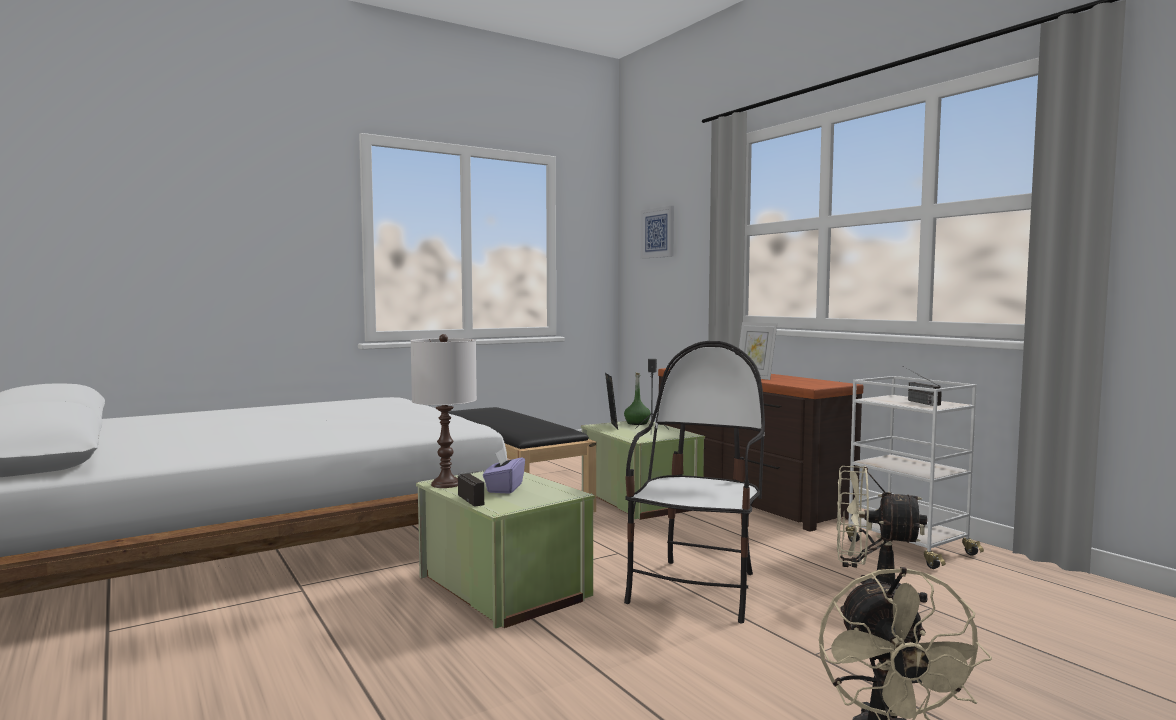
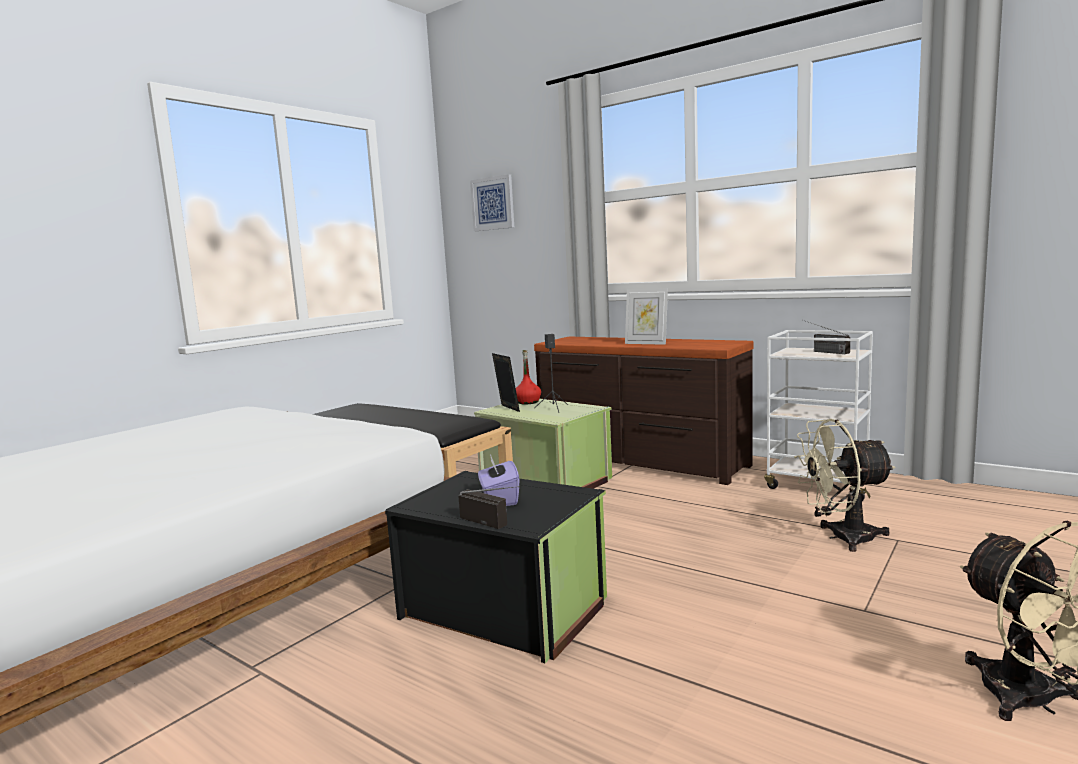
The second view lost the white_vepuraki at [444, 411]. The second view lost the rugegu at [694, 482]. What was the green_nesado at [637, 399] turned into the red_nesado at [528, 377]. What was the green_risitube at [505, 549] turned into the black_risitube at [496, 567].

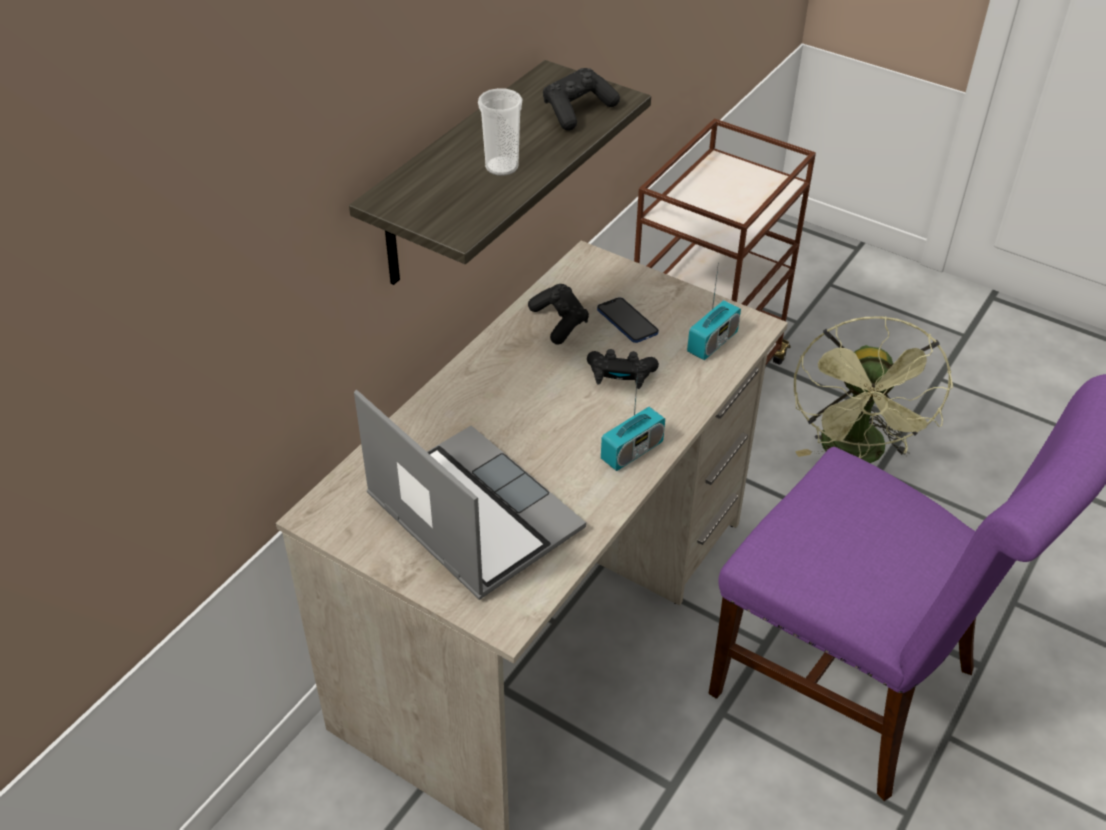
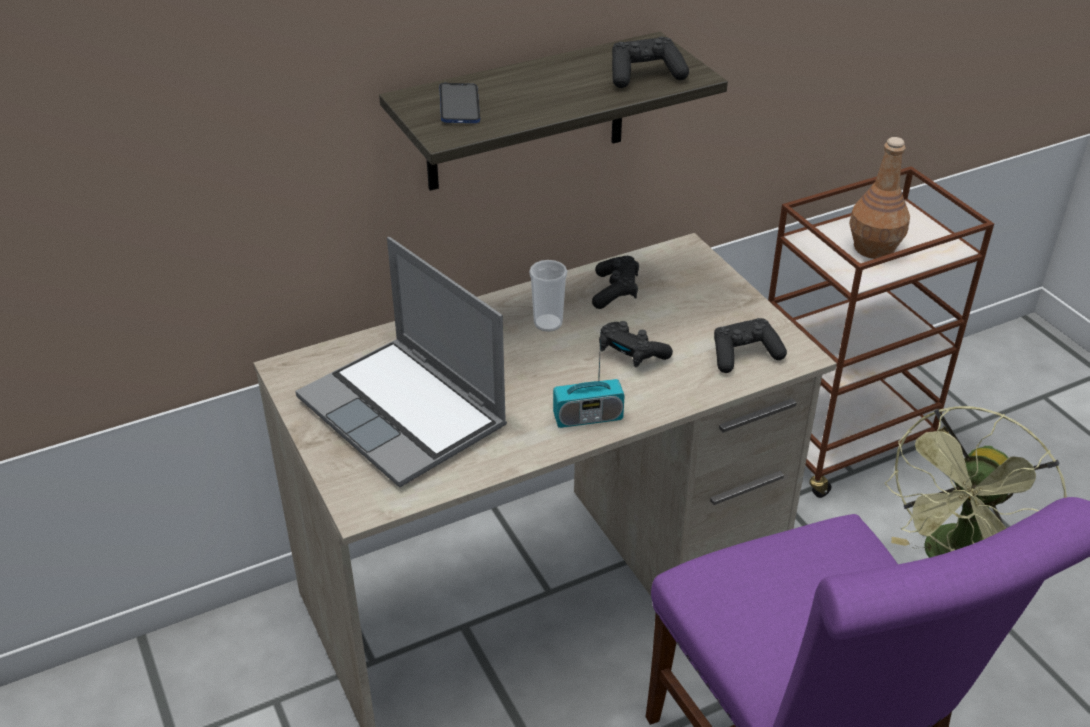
The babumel ended up elsewhere, having gone from [500, 132] to [548, 296]. Where the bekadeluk stood at [714, 310], the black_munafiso came to stand at [750, 345]. The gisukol ended up elsewhere, having gone from [628, 320] to [460, 103]. The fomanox at [470, 495] ended up facing another way, 150 degrees clockwise from before. The second view gained the brown_nesado at [879, 198].

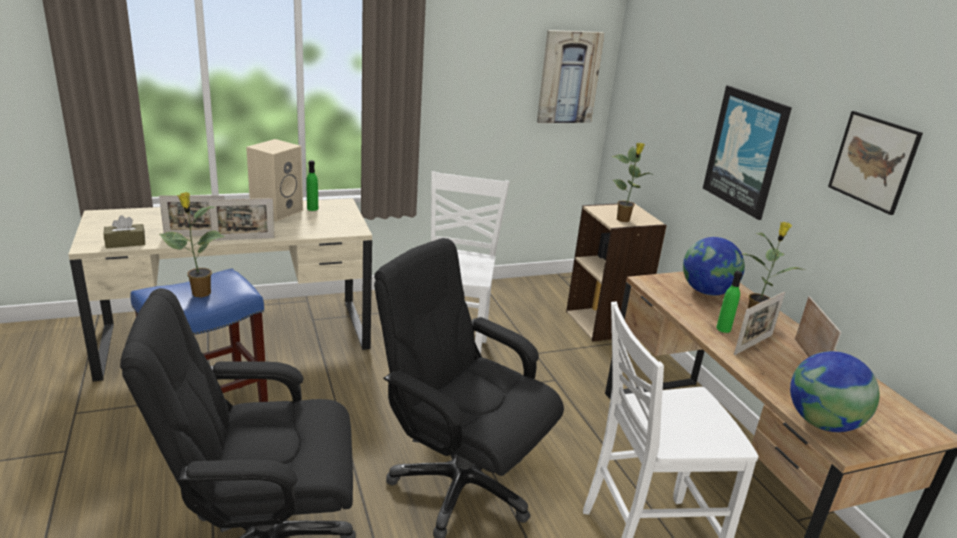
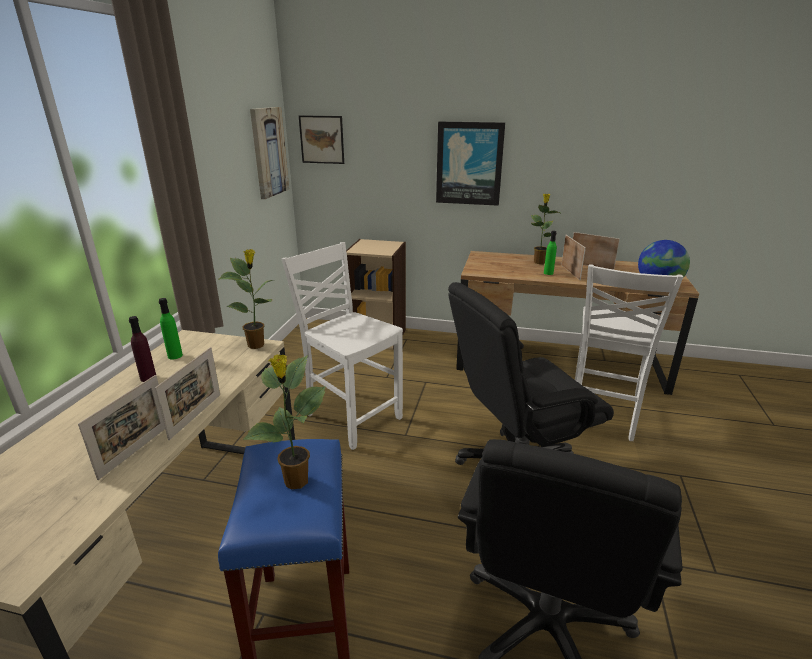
The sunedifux ended up elsewhere, having gone from [875, 163] to [321, 139]. Where the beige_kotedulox stood at [274, 180], the purple_nesado came to stand at [142, 349]. The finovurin ended up elsewhere, having gone from [633, 182] to [246, 299]. The second view lost the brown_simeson at [124, 231]. The second view lost the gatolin at [714, 266].

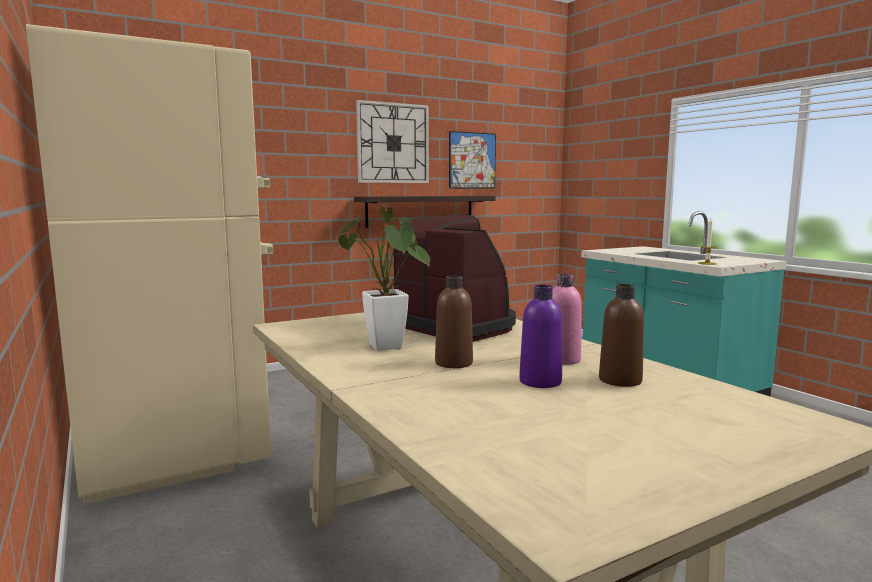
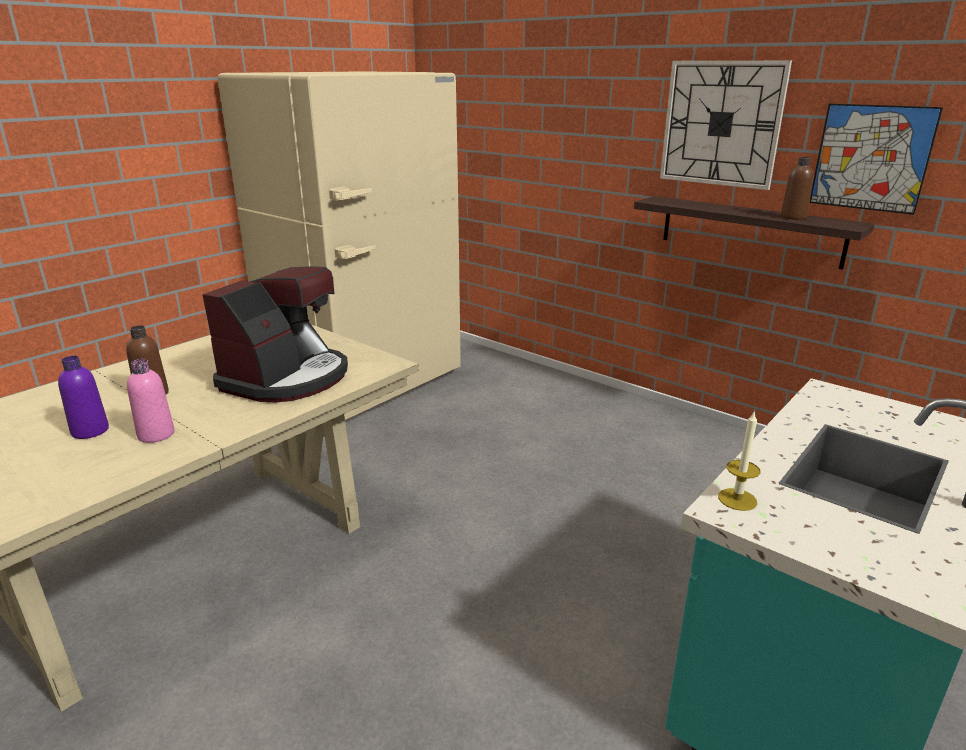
The second view lost the finovurin at [383, 279]. The brown_nesado ended up elsewhere, having gone from [621, 335] to [797, 188].

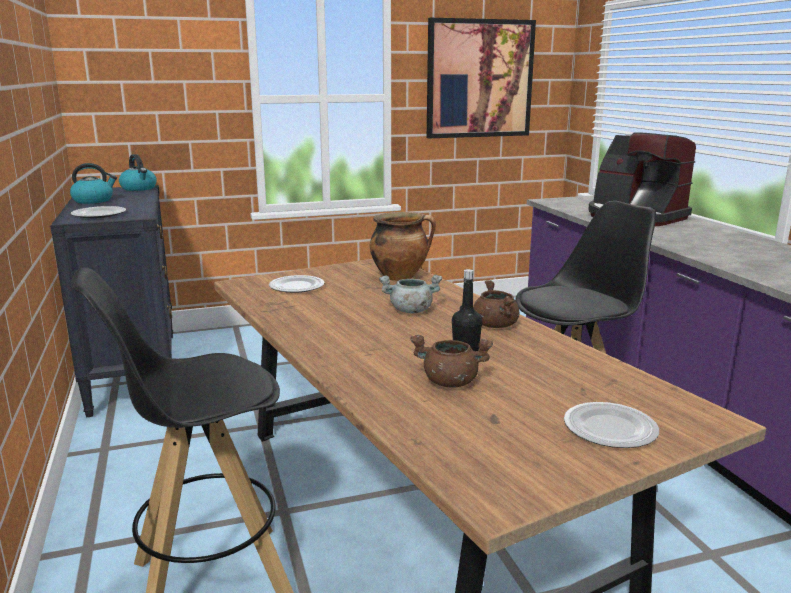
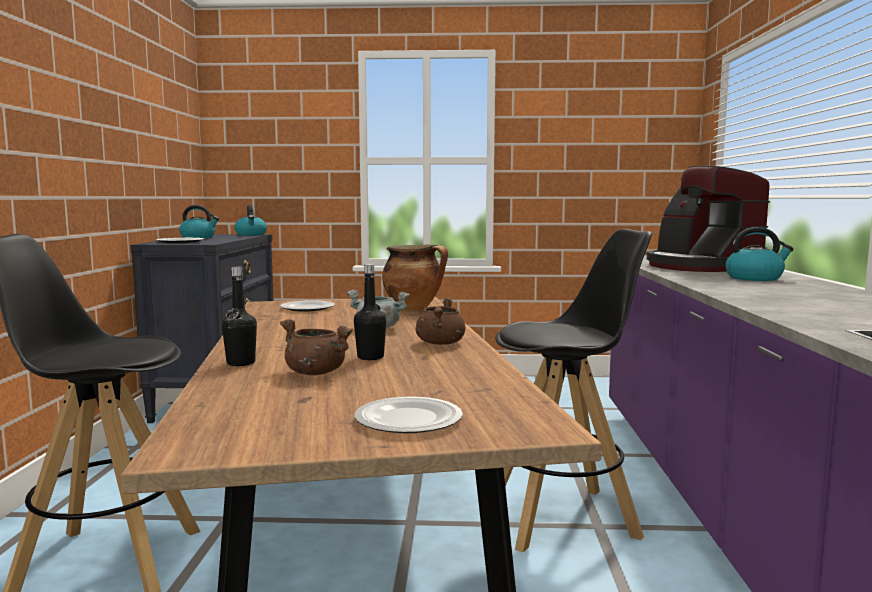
The second view lost the sunedifux at [481, 78]. The second view gained the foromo at [759, 254]. The second view gained the black_nesado at [239, 316].

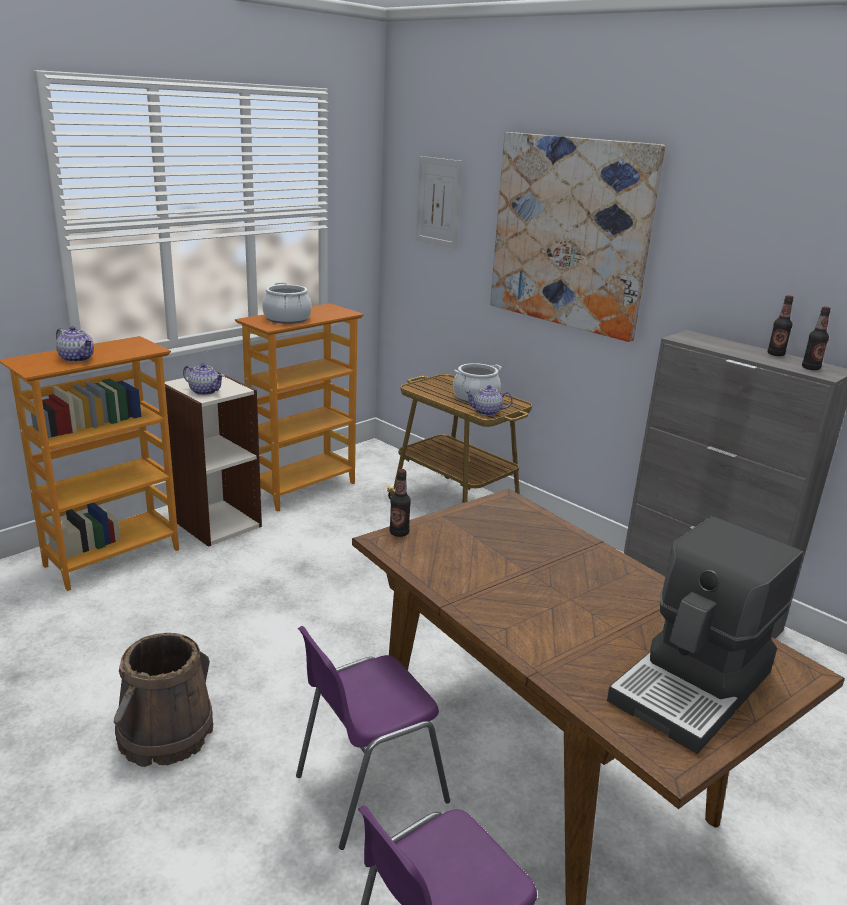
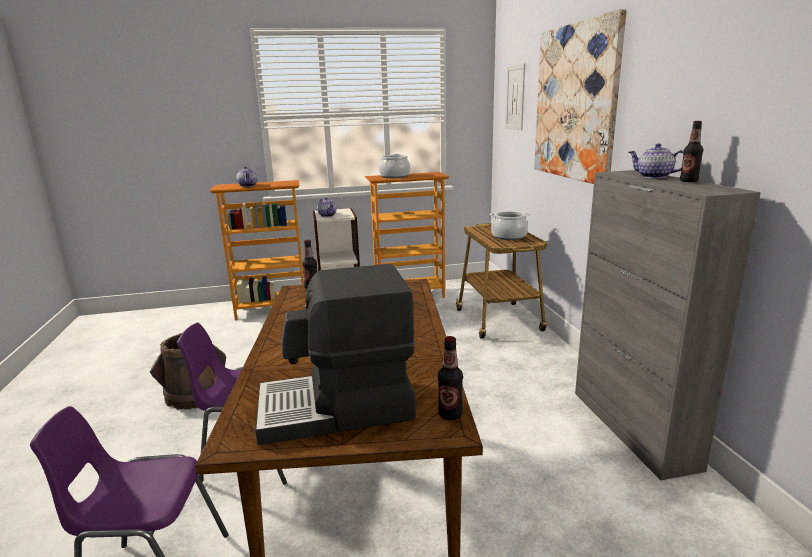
The nesado ended up elsewhere, having gone from [816, 338] to [450, 378]. The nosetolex ended up elsewhere, having gone from [489, 400] to [656, 160].

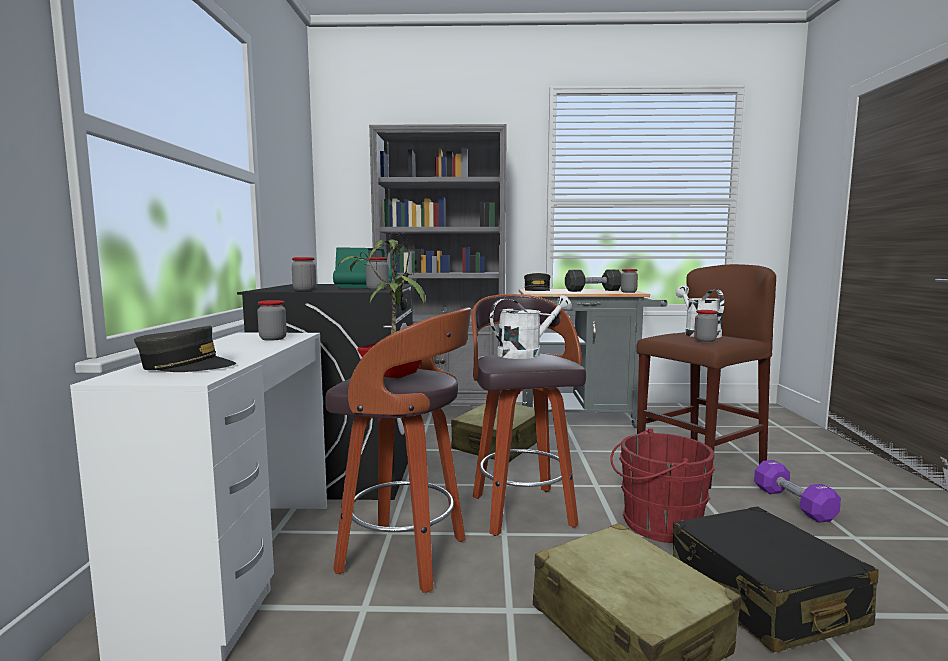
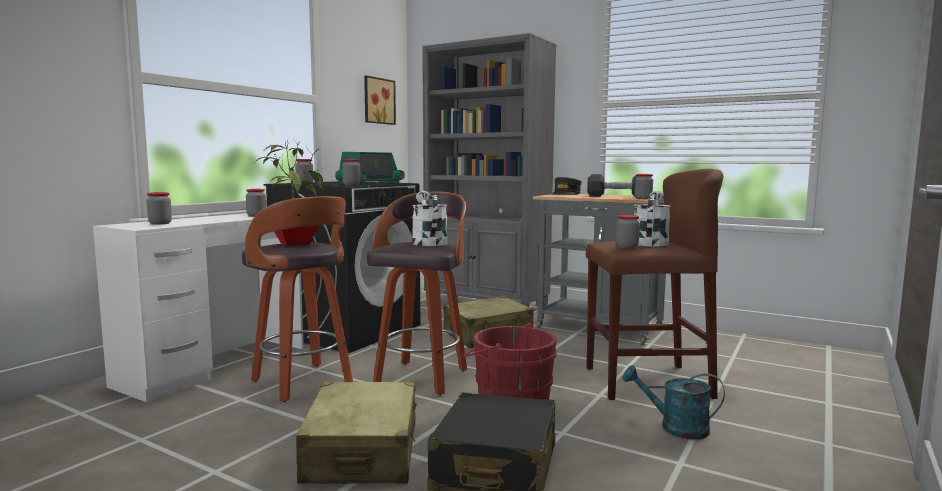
The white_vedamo at [531, 327] ended up facing another way, 105 degrees counterclockwise from before. Where the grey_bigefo stood at [185, 349], the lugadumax came to stand at [159, 208]. Where the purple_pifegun stood at [797, 491], the turquoise_vedamo came to stand at [673, 402]. The second view gained the sunedifux at [380, 100].

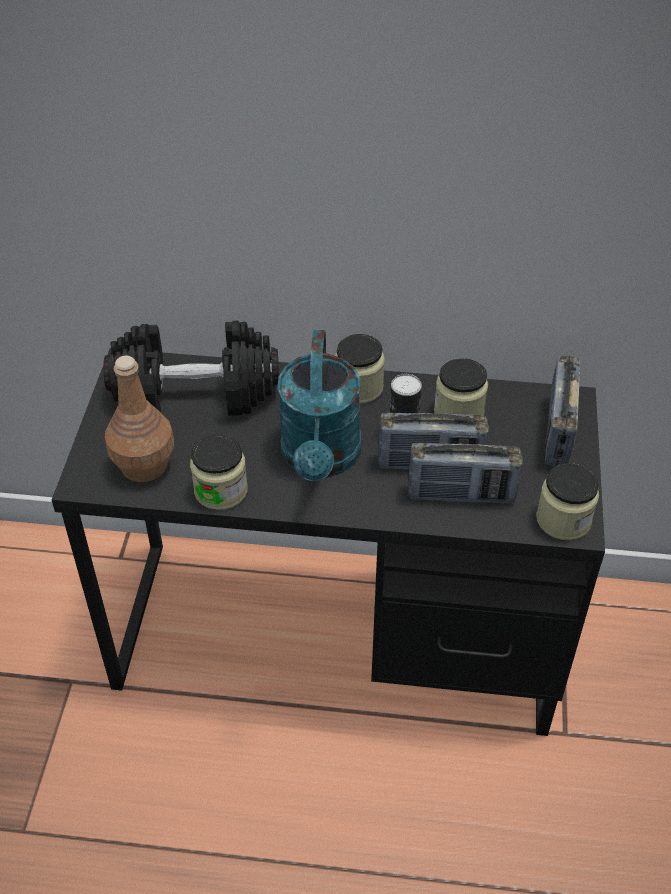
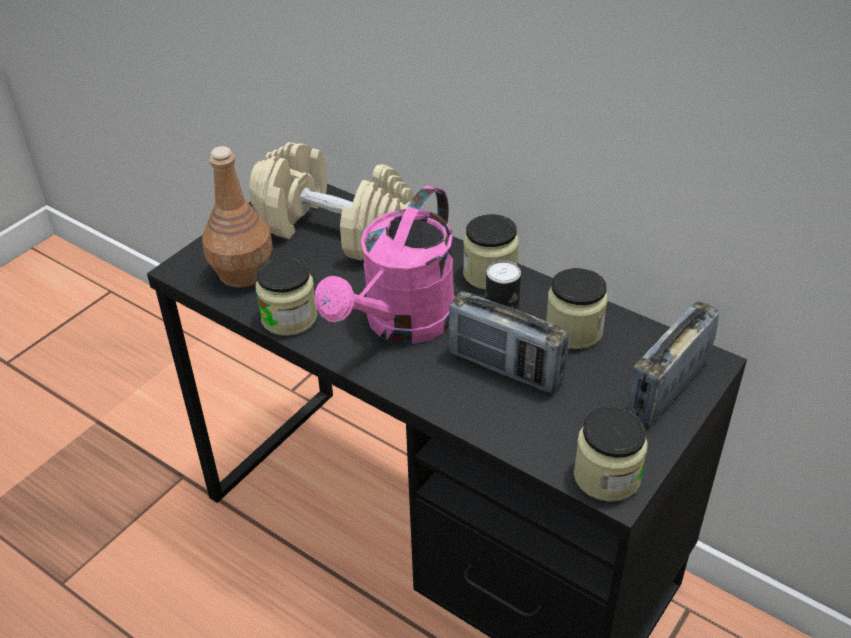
What was the black_pifegun at [191, 368] turned into the beige_pifegun at [332, 201]. What was the turquoise_vedamo at [319, 405] turned into the pink_vedamo at [385, 264]. The second view lost the bekadeluk at [465, 473].

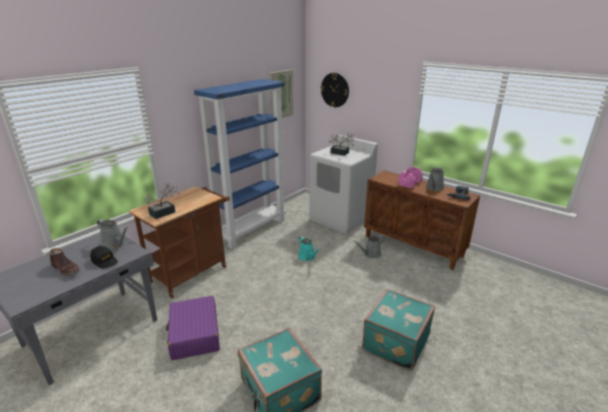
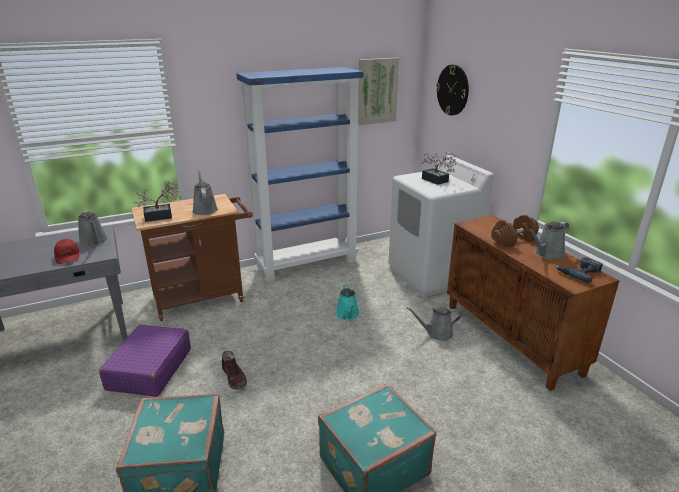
What was the pink_pifegun at [410, 177] turned into the brown_pifegun at [515, 231]. What was the black_bigefo at [104, 257] turned into the red_bigefo at [66, 251]. The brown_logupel ended up elsewhere, having gone from [64, 262] to [234, 370]. The second view gained the grey_vedamo at [205, 192].

